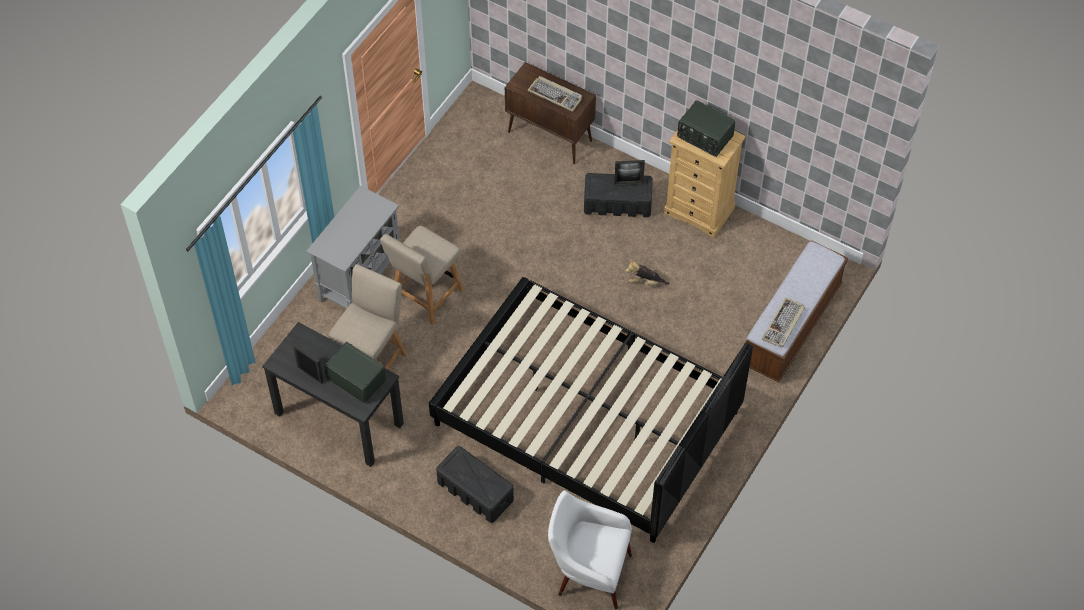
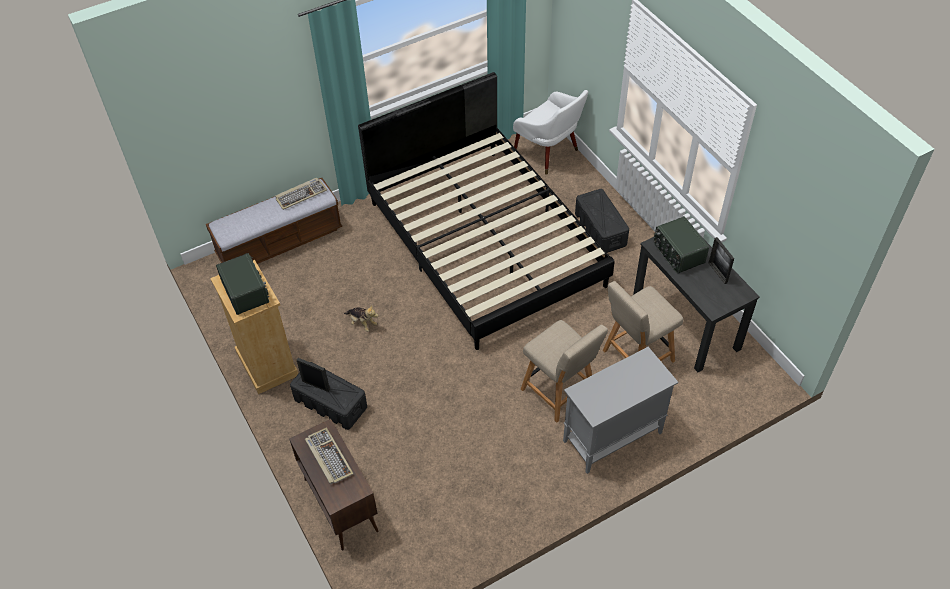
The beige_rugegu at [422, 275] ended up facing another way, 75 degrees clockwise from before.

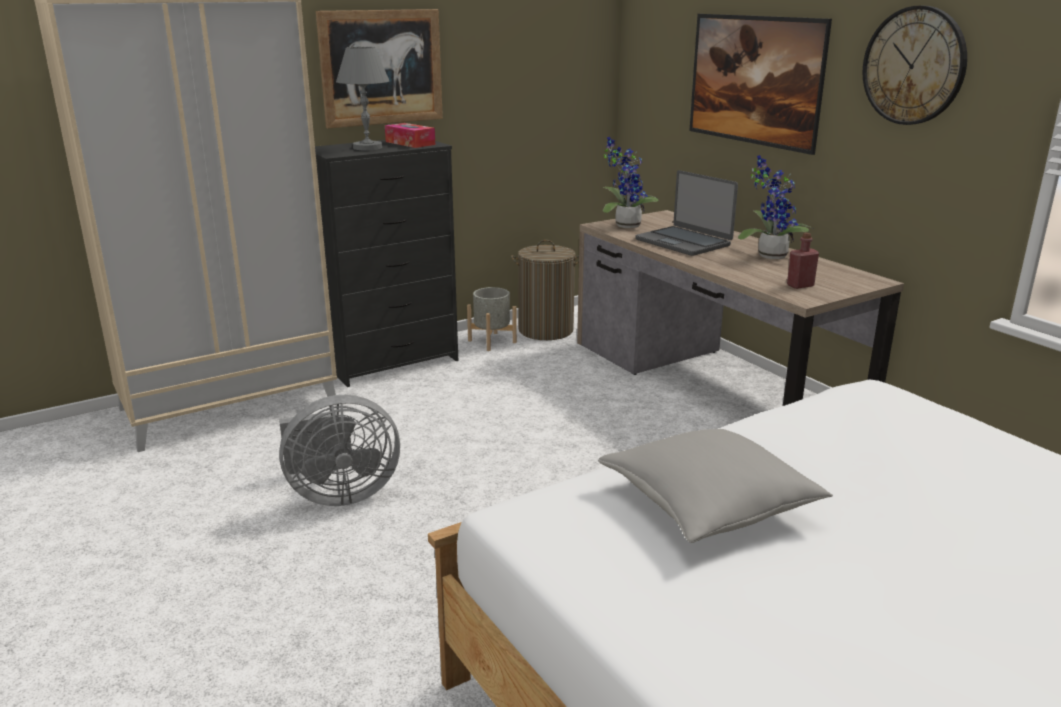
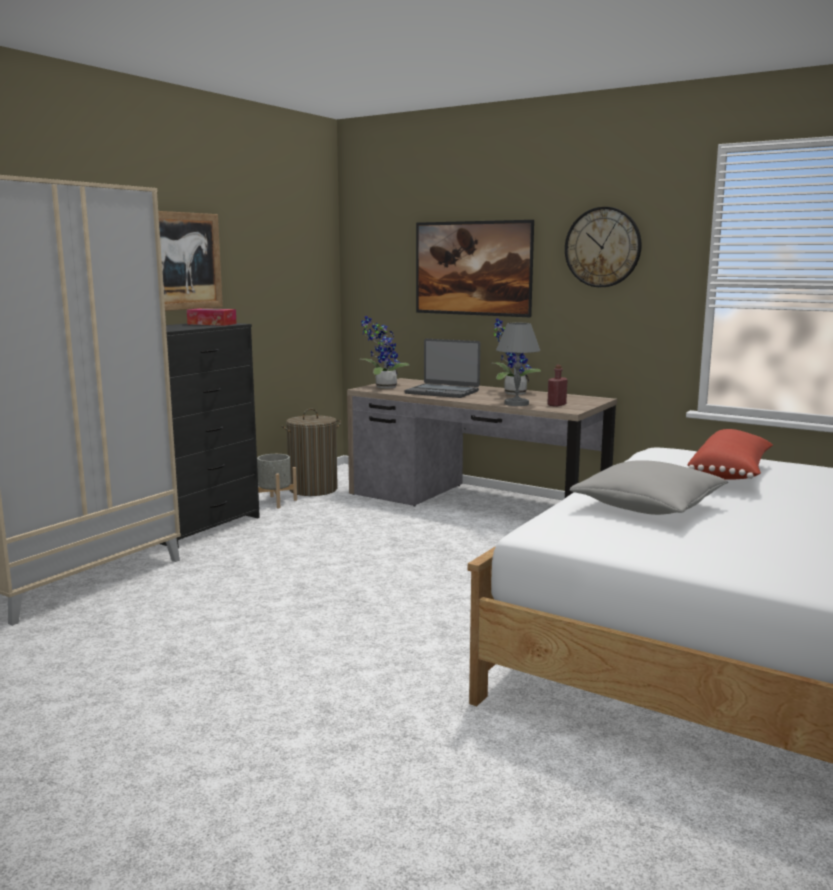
The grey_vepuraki ended up elsewhere, having gone from [362, 98] to [518, 364]. The second view lost the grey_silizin at [339, 450]. The second view gained the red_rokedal at [730, 454].

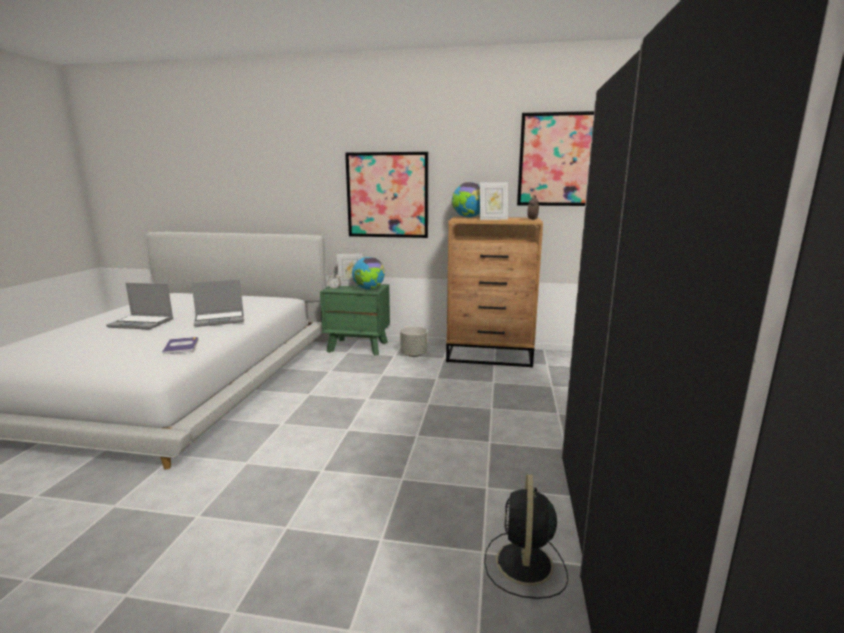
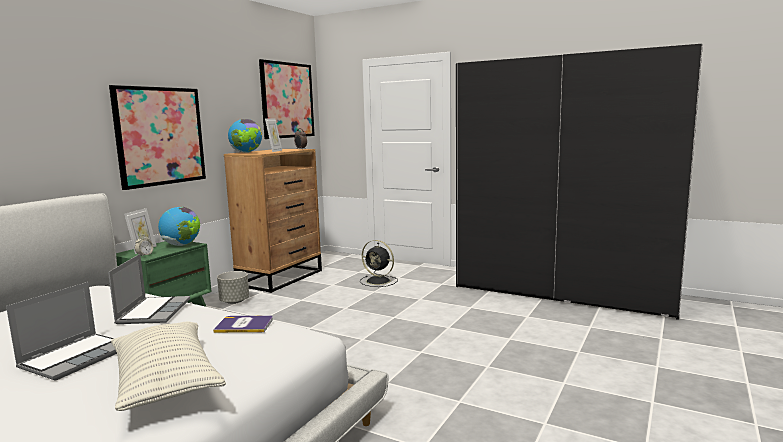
The black_silizin ended up elsewhere, having gone from [526, 536] to [379, 263]. The second view gained the rokedal at [168, 366].

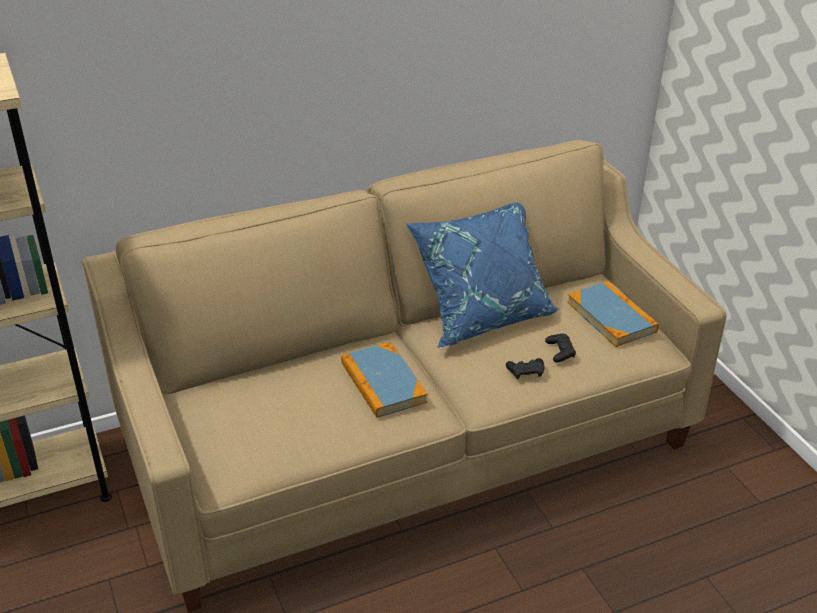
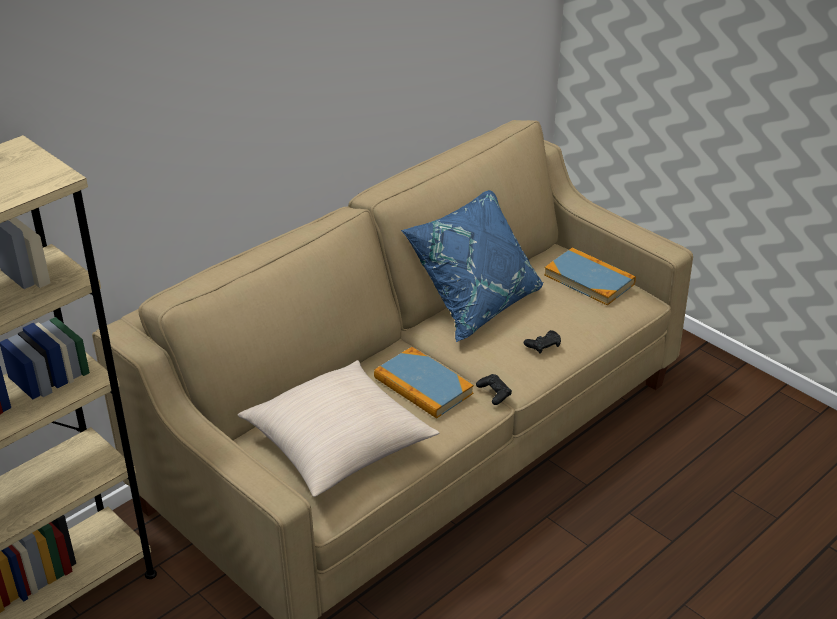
The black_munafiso ended up elsewhere, having gone from [560, 348] to [494, 389]. The second view gained the beige_rokedal at [338, 428].

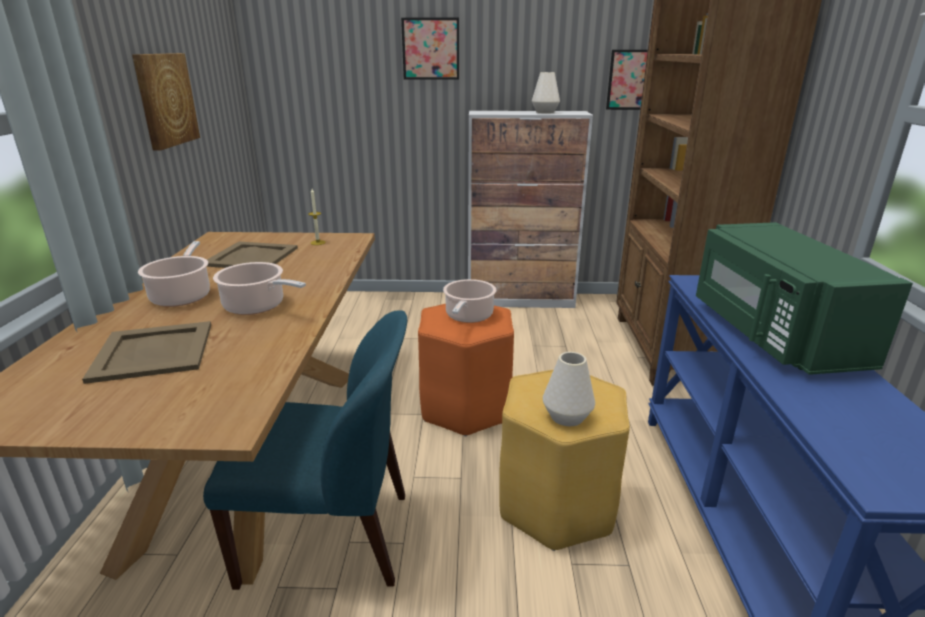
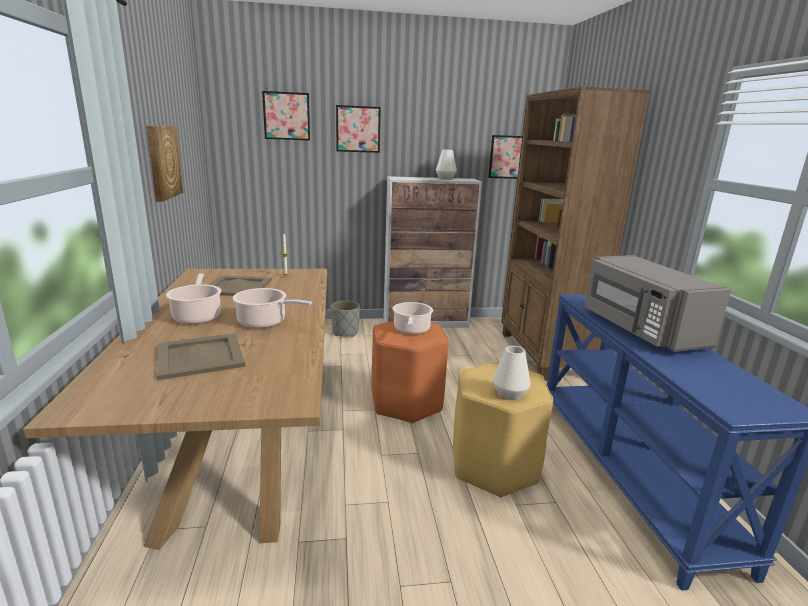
What was the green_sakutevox at [804, 298] turned into the grey_sakutevox at [657, 303]. The second view lost the blue_rugegu at [305, 450]. The second view gained the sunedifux at [286, 116]. The second view gained the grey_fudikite at [345, 319].

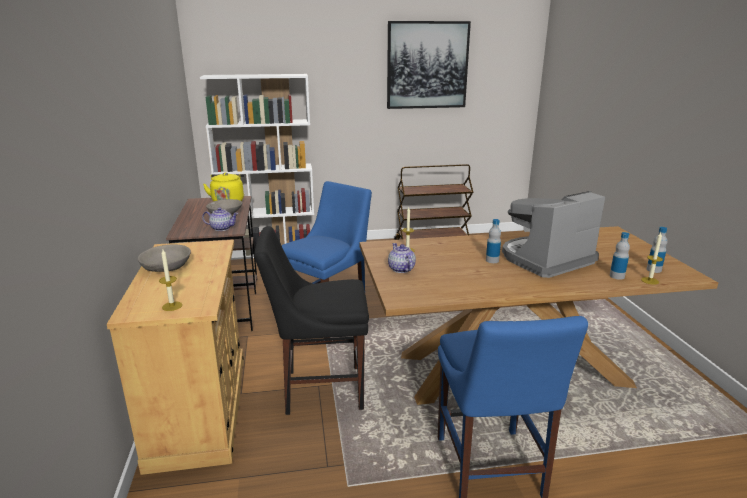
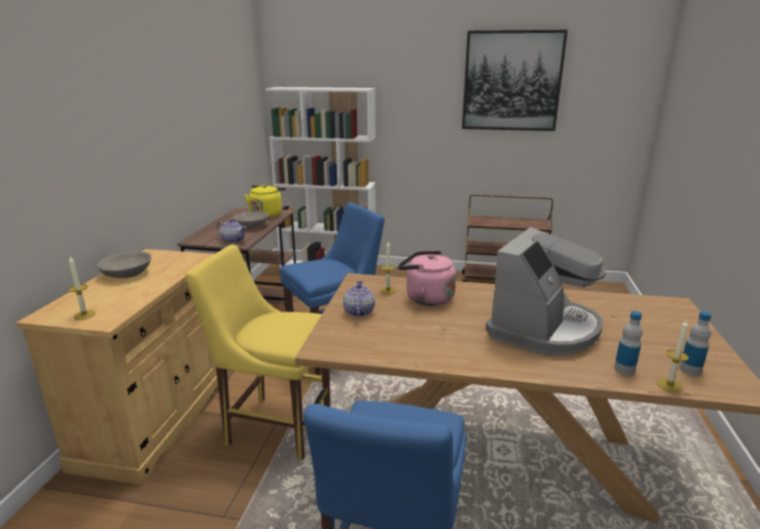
The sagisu at [553, 234] ended up facing another way, 135 degrees clockwise from before. The second view lost the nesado at [493, 241]. What was the black_rugegu at [311, 320] turned into the yellow_rugegu at [257, 352]. The second view gained the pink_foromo at [427, 278].

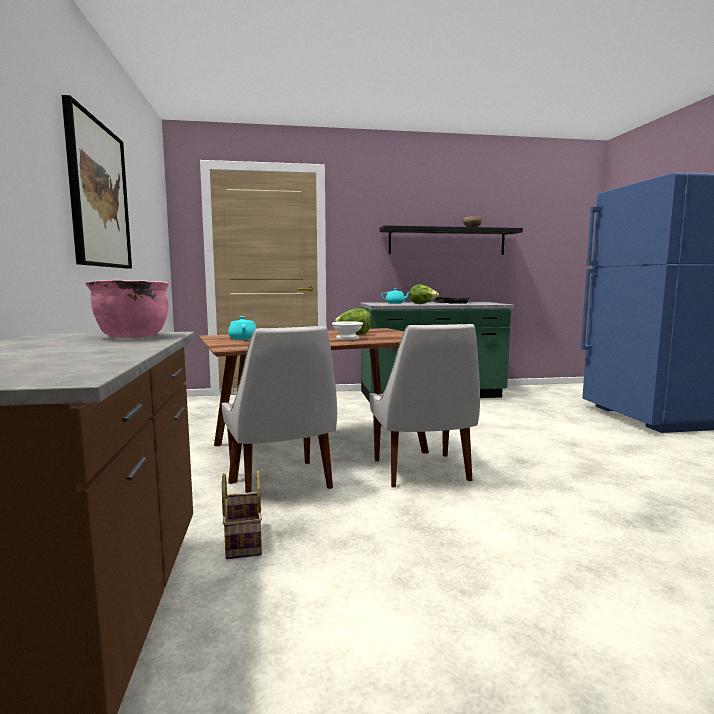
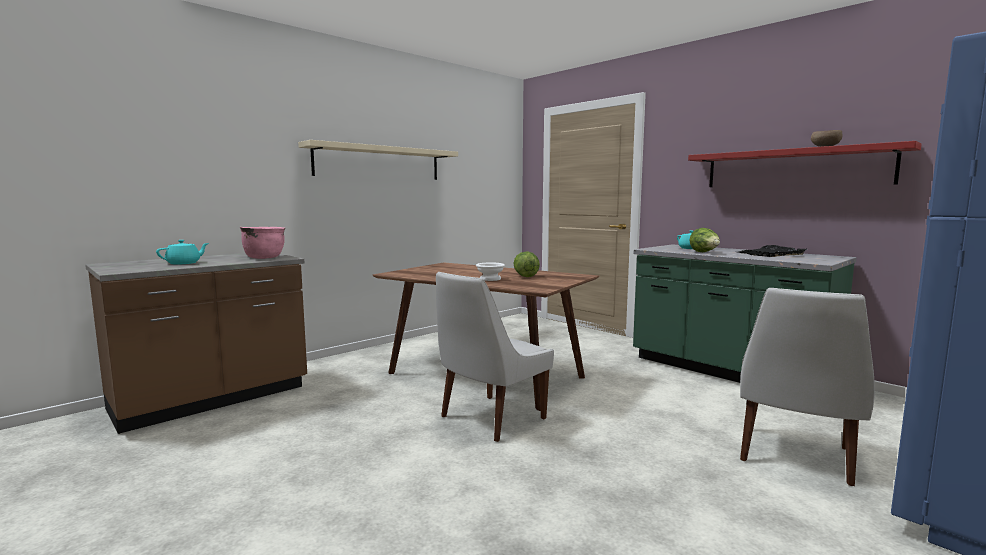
Where the sunedifux hung at [97, 181], the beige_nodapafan came to hang at [378, 160]. What was the black_nodapafan at [451, 240] turned into the red_nodapafan at [805, 164]. The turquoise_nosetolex ended up elsewhere, having gone from [242, 328] to [182, 252]. The white_rugegu ended up elsewhere, having gone from [279, 409] to [807, 387]. The second view lost the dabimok at [242, 515].

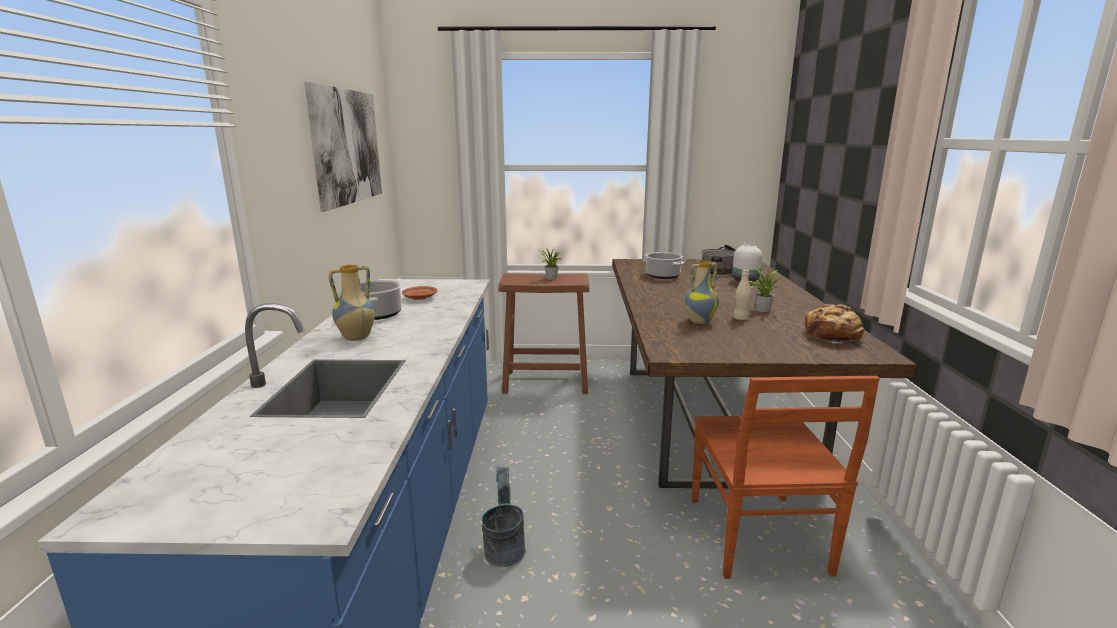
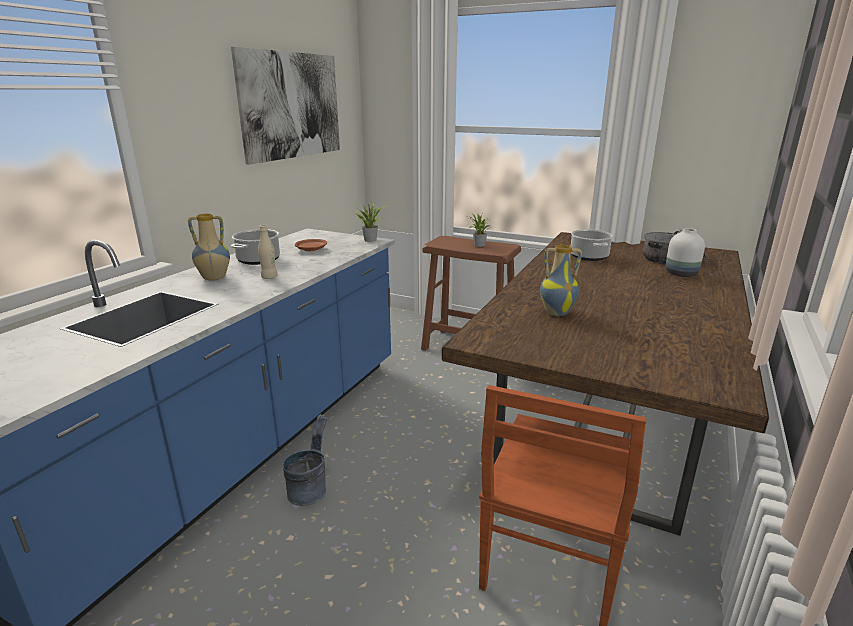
The beige_nesado ended up elsewhere, having gone from [742, 294] to [268, 252]. The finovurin ended up elsewhere, having gone from [764, 290] to [370, 223]. The second view lost the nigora at [834, 323].

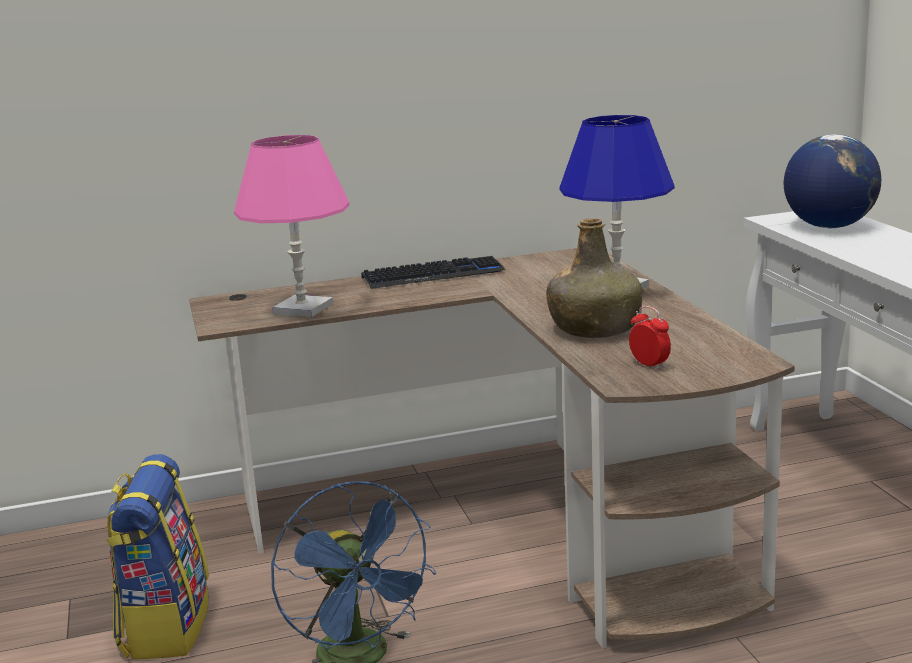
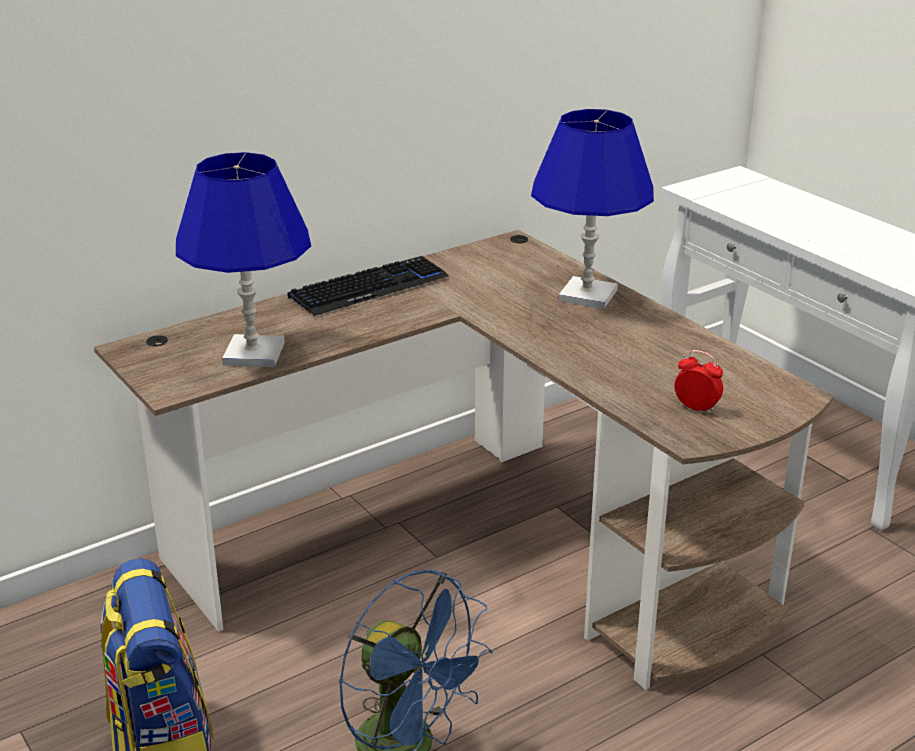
The second view lost the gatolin at [832, 181]. What was the pink_vepuraki at [292, 226] turned into the blue_vepuraki at [243, 259]. The second view lost the green_nesado at [594, 278].

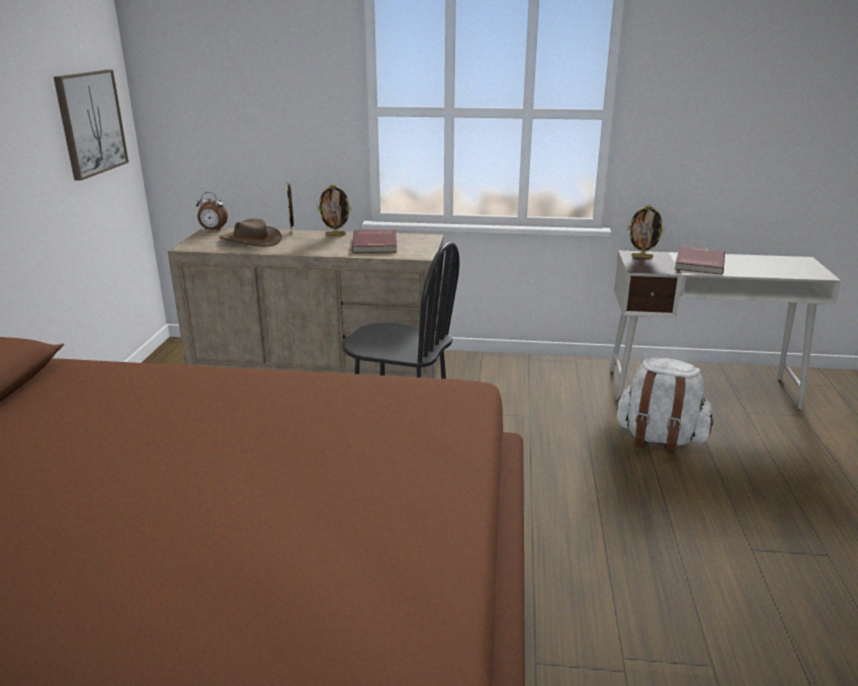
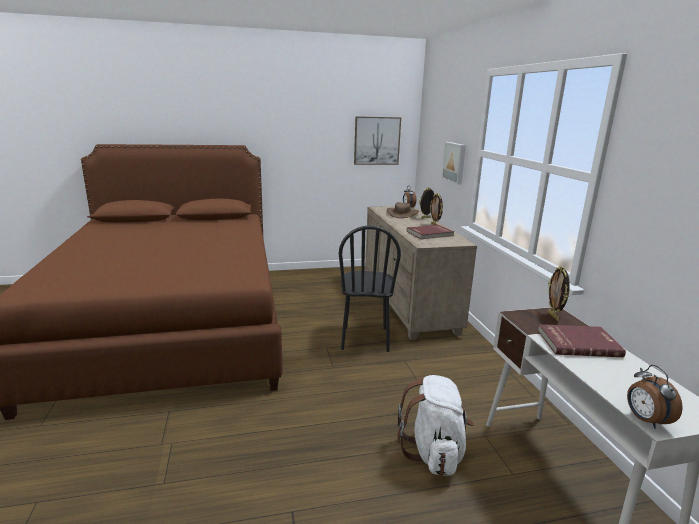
The second view gained the sunedifux at [453, 163]. The second view gained the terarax at [655, 397].

